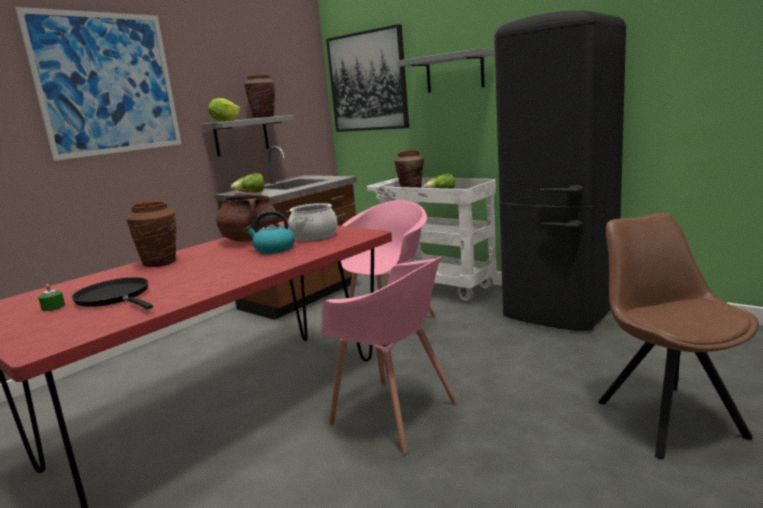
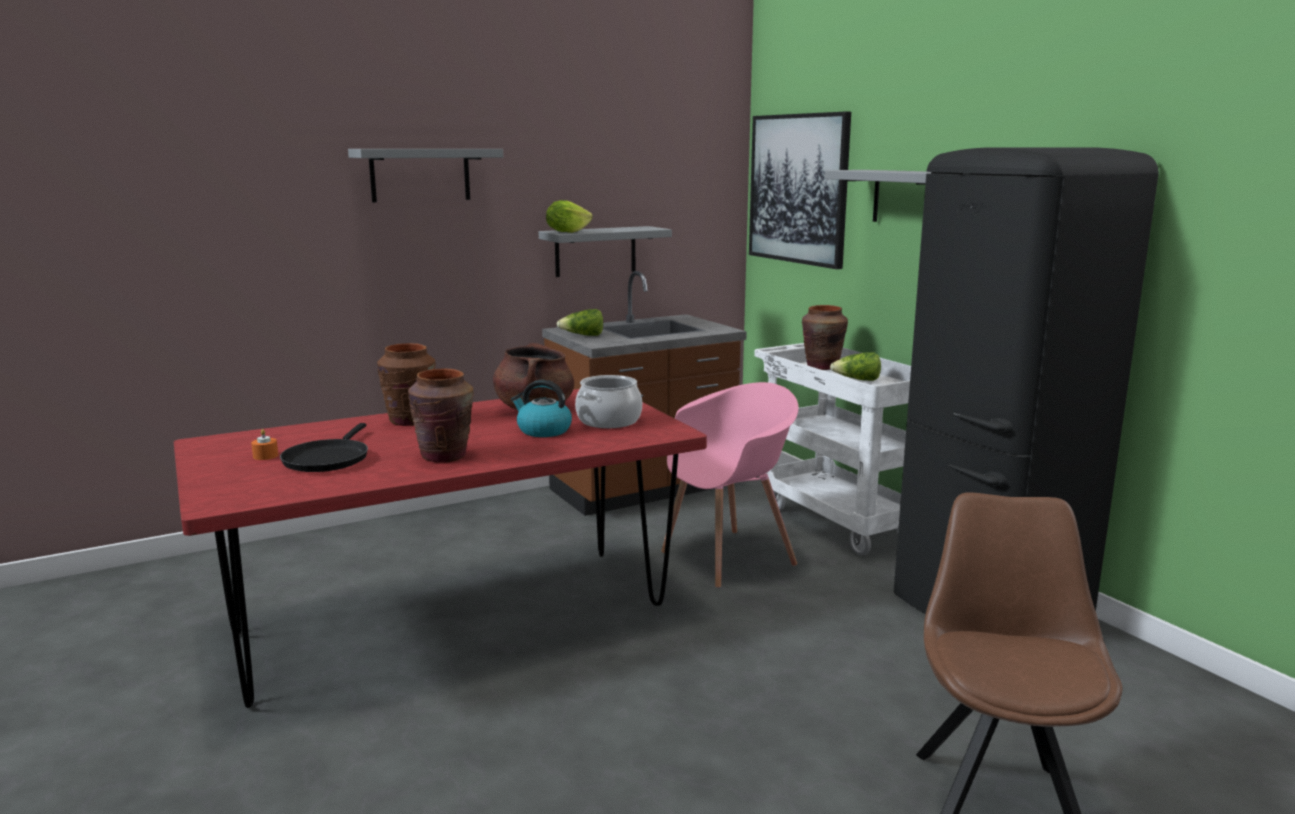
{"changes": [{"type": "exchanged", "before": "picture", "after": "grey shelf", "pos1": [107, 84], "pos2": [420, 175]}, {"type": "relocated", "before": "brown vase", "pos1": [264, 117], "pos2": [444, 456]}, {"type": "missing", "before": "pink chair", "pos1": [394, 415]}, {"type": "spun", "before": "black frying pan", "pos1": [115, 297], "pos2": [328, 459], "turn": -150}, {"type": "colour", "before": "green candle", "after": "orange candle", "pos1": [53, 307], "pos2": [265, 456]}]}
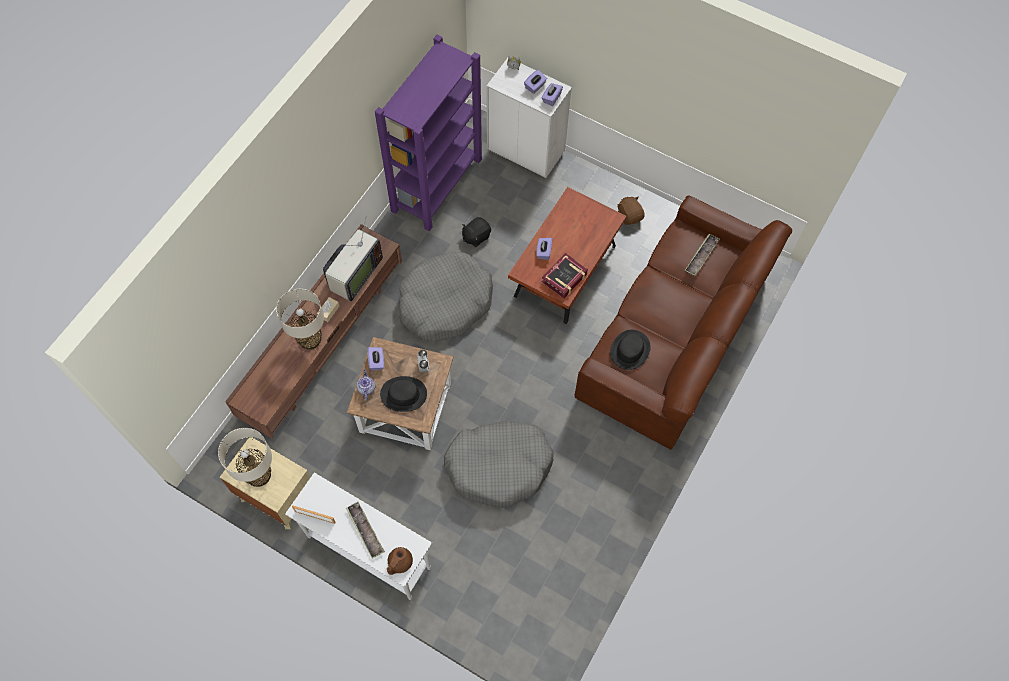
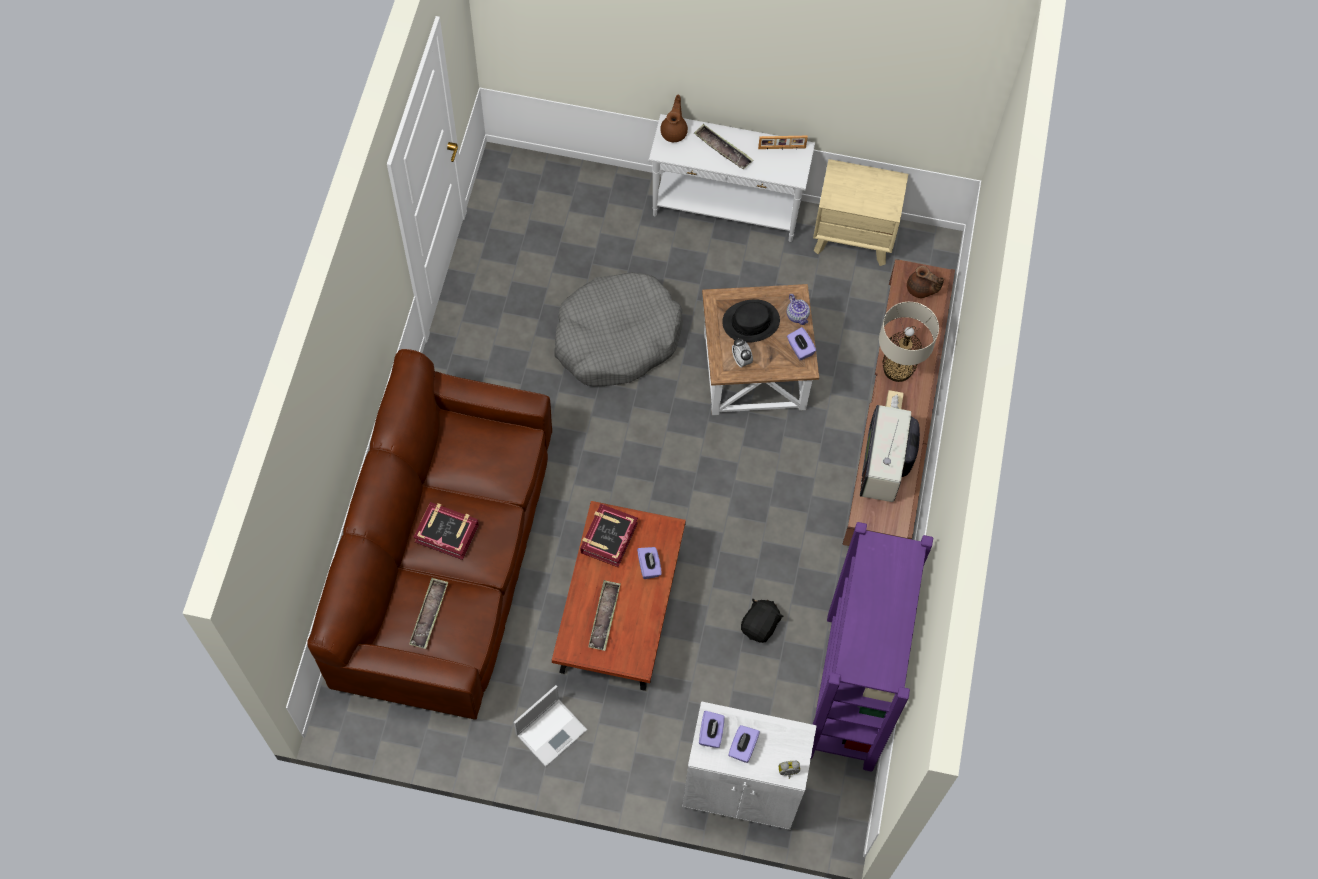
{"changes": [{"type": "exchanged", "before": "brown plush toy", "after": "laptop", "pos1": [629, 216], "pos2": [552, 731]}, {"type": "missing", "before": "grey dog bed", "pos1": [445, 303]}, {"type": "missing", "before": "black hat", "pos1": [629, 350]}, {"type": "missing", "before": "table lamp", "pos1": [258, 475]}, {"type": "appeared", "after": "brown teapot", "pos2": [921, 289]}, {"type": "appeared", "after": "book", "pos2": [447, 533]}, {"type": "appeared", "after": "tray", "pos2": [604, 617]}]}
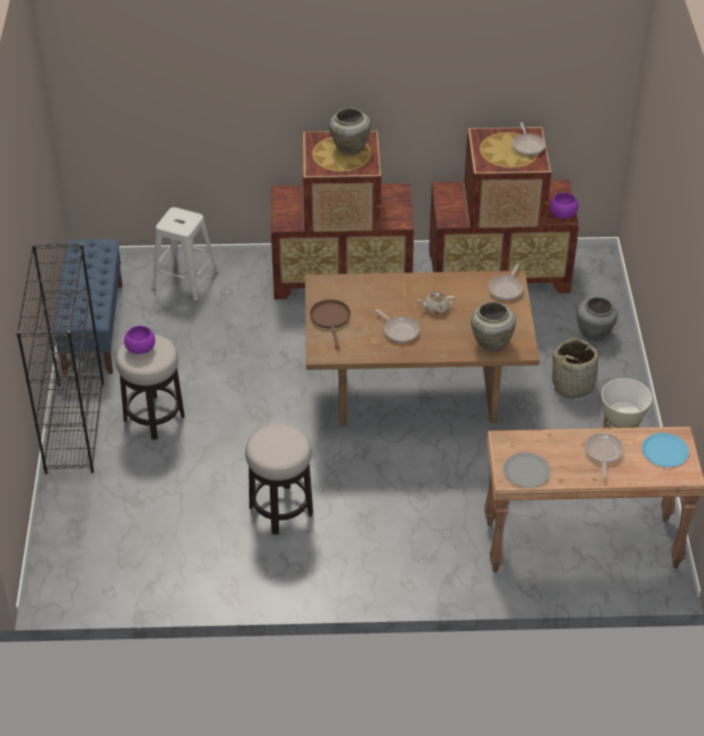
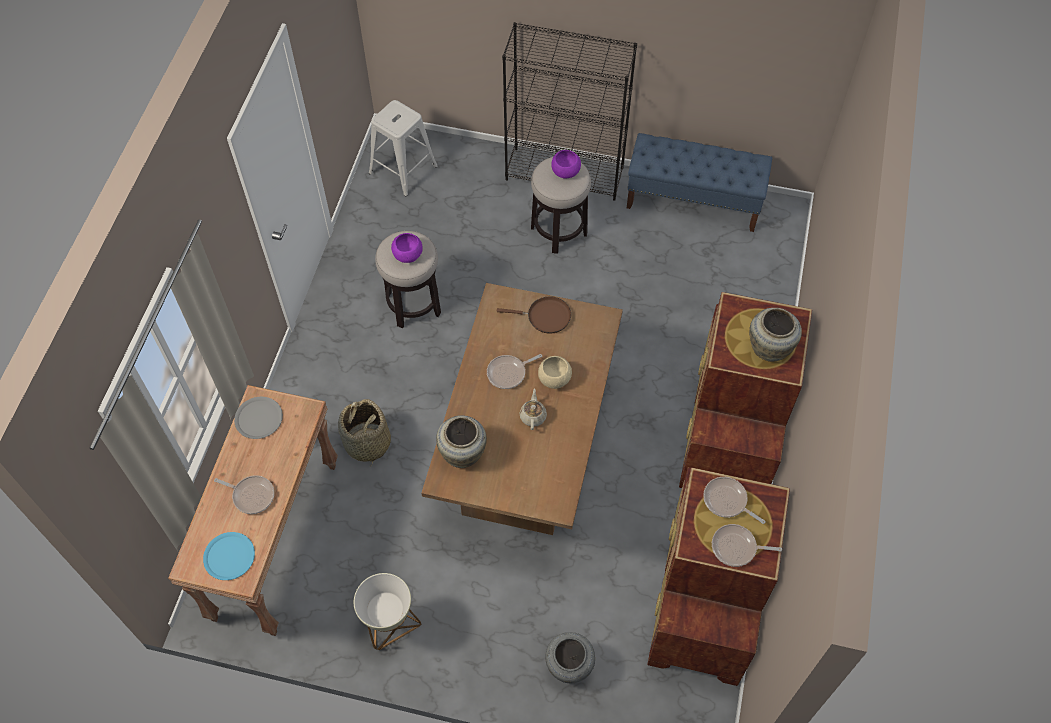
{"changes": [{"type": "relocated", "before": "purple bowl", "pos1": [563, 214], "pos2": [408, 255]}, {"type": "relocated", "before": "white stool", "pos1": [185, 280], "pos2": [403, 169]}, {"type": "relocated", "before": "frying pan", "pos1": [506, 289], "pos2": [727, 501]}, {"type": "relocated", "before": "basket", "pos1": [573, 384], "pos2": [367, 443]}, {"type": "appeared", "after": "beige bowl", "pos2": [554, 378]}]}
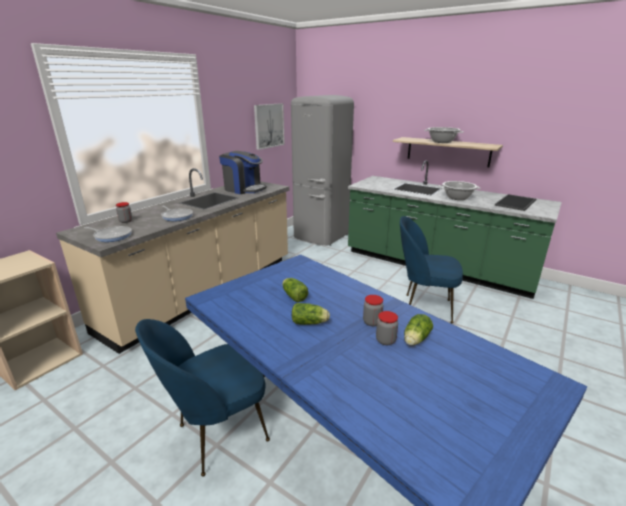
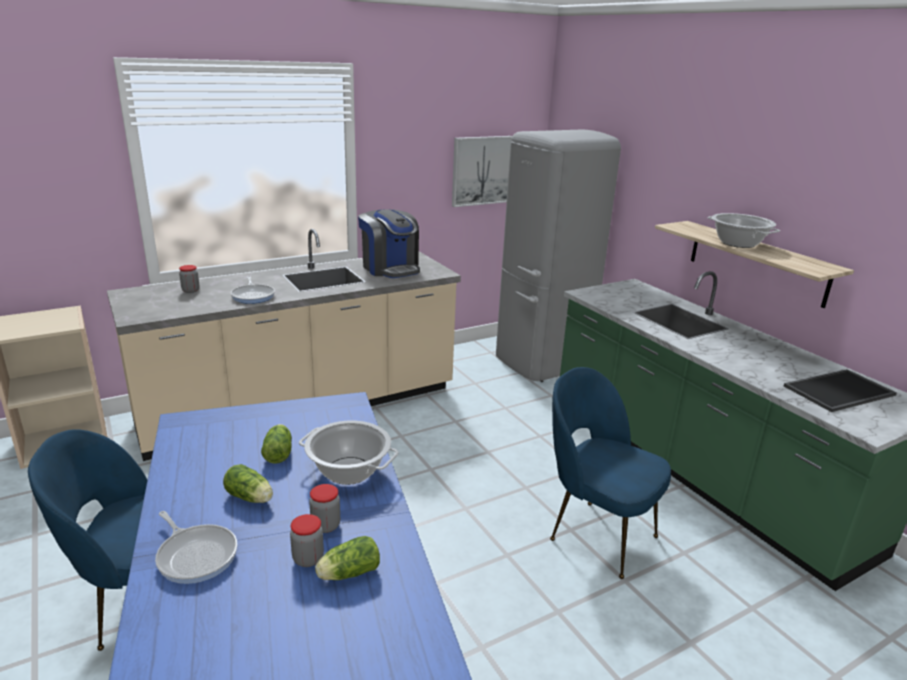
{"changes": [{"type": "relocated", "before": "cooking pot", "pos1": [457, 197], "pos2": [349, 471]}, {"type": "relocated", "before": "frying pan", "pos1": [112, 236], "pos2": [196, 555]}]}
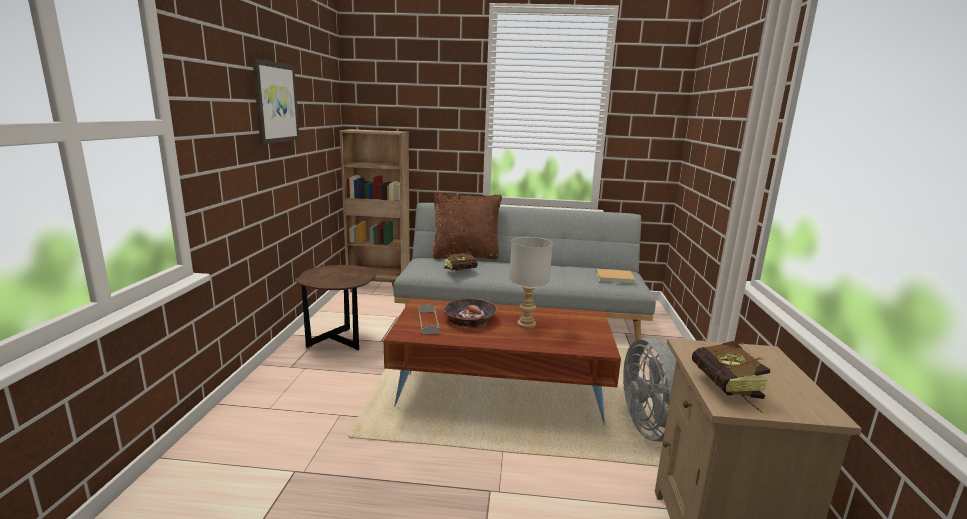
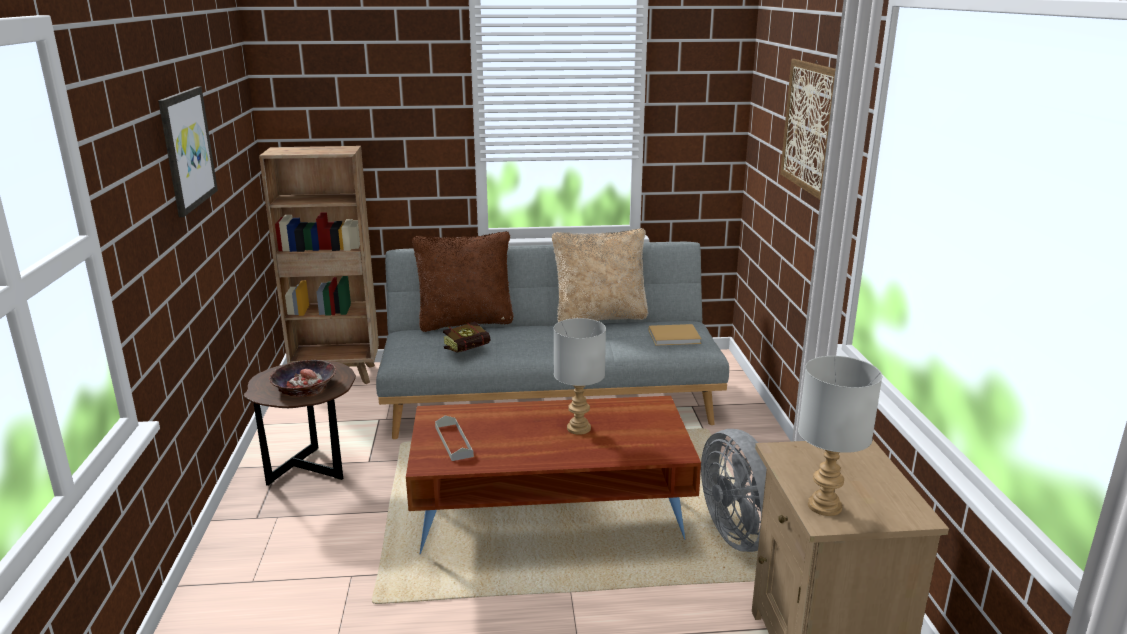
{"changes": [{"type": "relocated", "before": "bowl", "pos1": [469, 319], "pos2": [304, 386]}, {"type": "exchanged", "before": "book", "after": "grey table lamp", "pos1": [729, 392], "pos2": [825, 505]}, {"type": "appeared", "after": "picture", "pos2": [810, 125]}, {"type": "appeared", "after": "beige pillow", "pos2": [601, 319]}]}
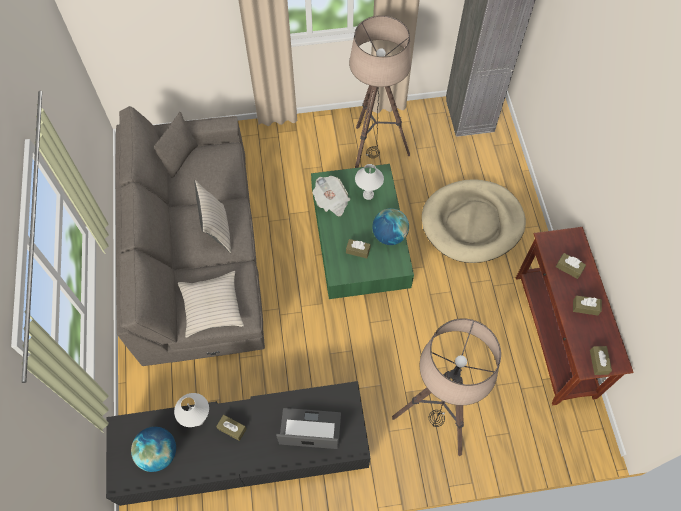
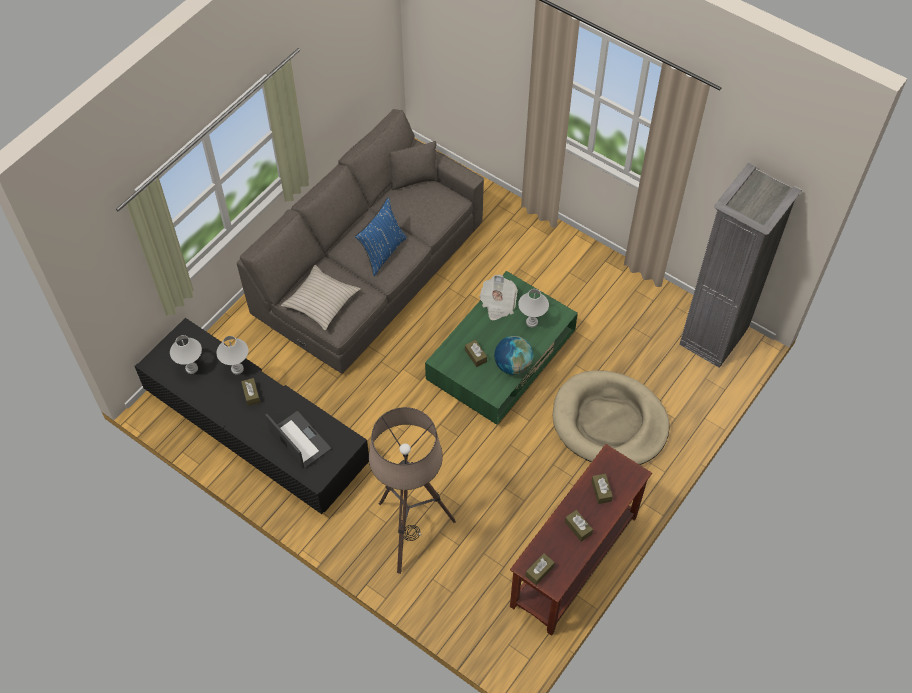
{"changes": [{"type": "missing", "before": "floor lamp", "pos1": [373, 153]}, {"type": "colour", "before": "beige pillow", "after": "blue pillow", "pos1": [217, 230], "pos2": [382, 252]}, {"type": "exchanged", "before": "globe", "after": "white table lamp", "pos1": [158, 453], "pos2": [191, 368]}]}
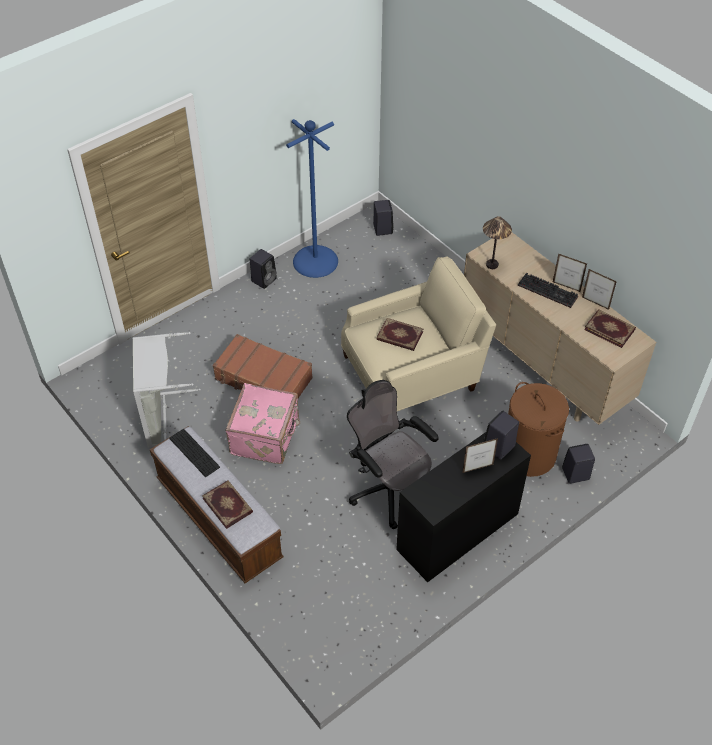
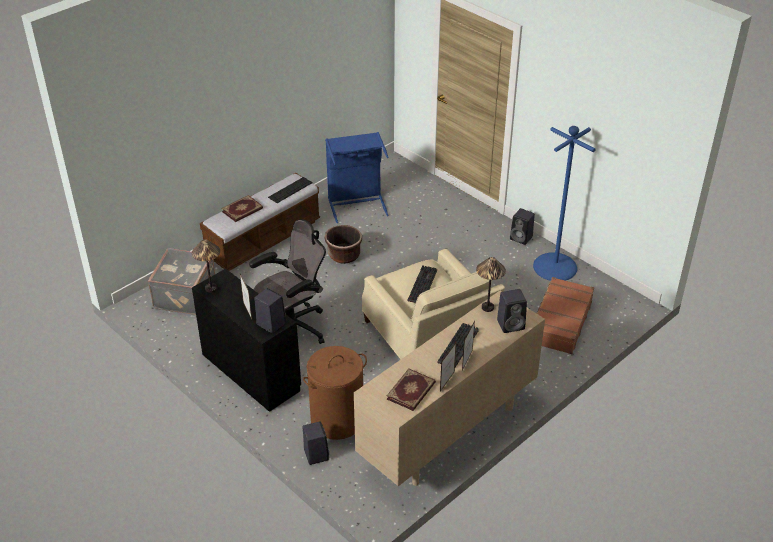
{"changes": [{"type": "relocated", "before": "black speaker", "pos1": [382, 228], "pos2": [511, 324]}, {"type": "exchanged", "before": "book", "after": "keyboard", "pos1": [399, 336], "pos2": [421, 285]}, {"type": "colour", "before": "grey laundry basket", "after": "blue laundry basket", "pos1": [165, 419], "pos2": [356, 203]}, {"type": "relocated", "before": "brown suitcase", "pos1": [263, 379], "pos2": [560, 322]}, {"type": "exchanged", "before": "pink suitcase", "after": "brown planter", "pos1": [266, 436], "pos2": [344, 255]}, {"type": "appeared", "after": "table lamp", "pos2": [211, 289]}, {"type": "appeared", "after": "grey suitcase", "pos2": [186, 295]}]}
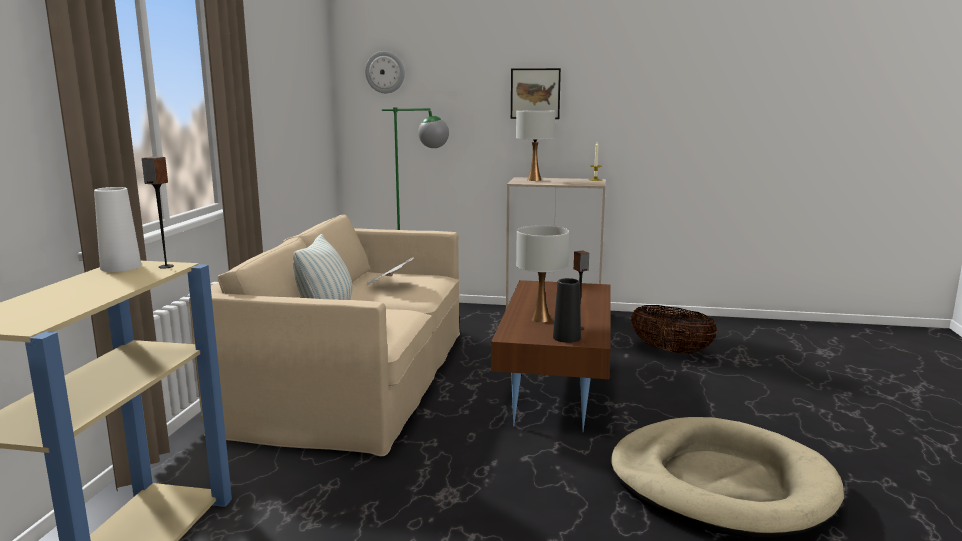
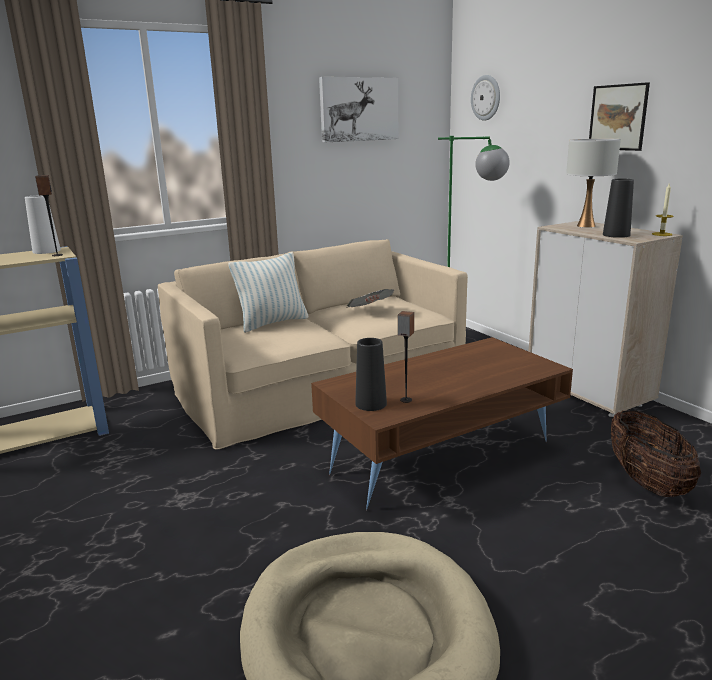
{"changes": [{"type": "missing", "before": "white table lamp", "pos1": [540, 319]}, {"type": "appeared", "after": "picture", "pos2": [359, 109]}, {"type": "appeared", "after": "black vase", "pos2": [616, 235]}]}
